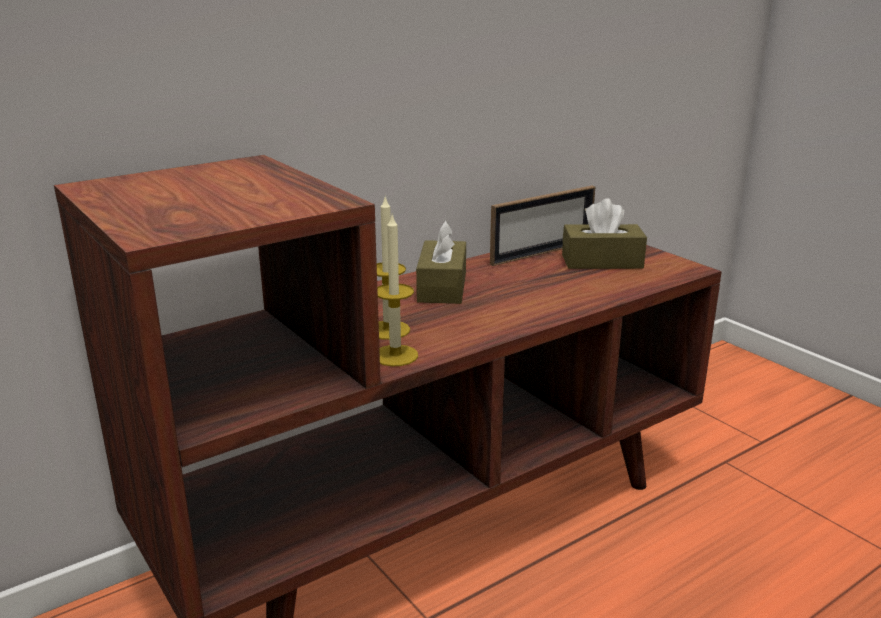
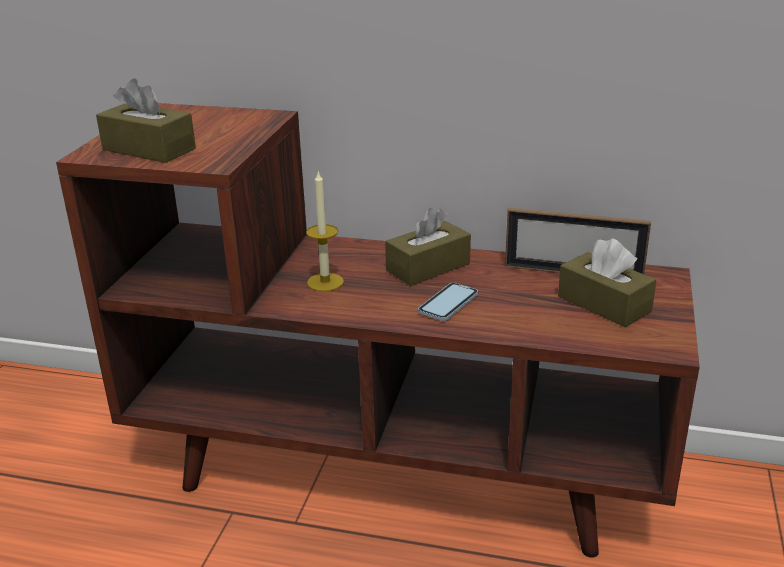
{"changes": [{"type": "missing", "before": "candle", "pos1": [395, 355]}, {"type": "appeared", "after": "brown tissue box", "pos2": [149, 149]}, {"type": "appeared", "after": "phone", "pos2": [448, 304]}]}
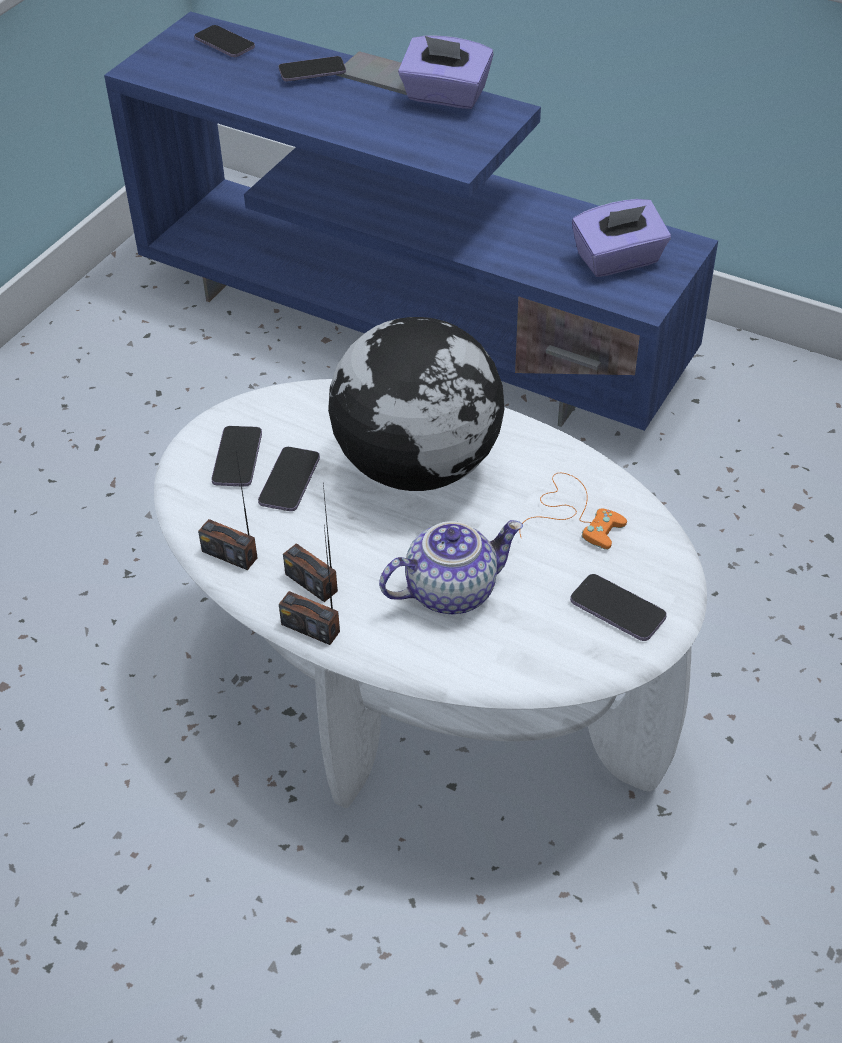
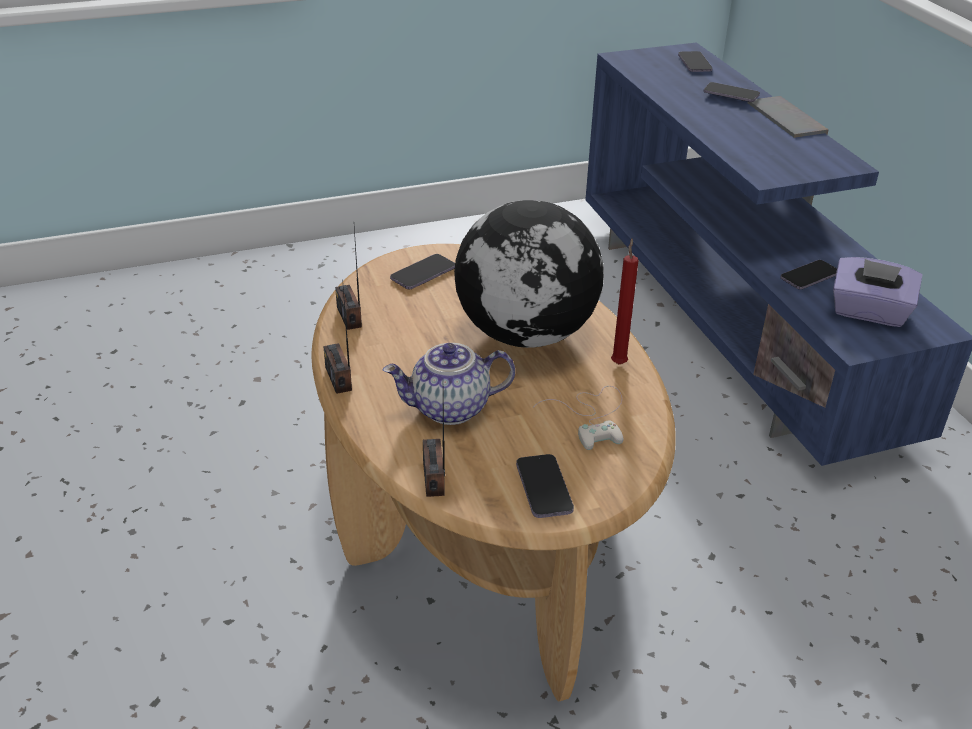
{"changes": [{"type": "missing", "before": "purple tissue box", "pos1": [445, 96]}, {"type": "colour", "before": "white coffee table", "after": "brown coffee table", "pos1": [424, 689], "pos2": [482, 532]}, {"type": "relocated", "before": "phone", "pos1": [289, 481], "pos2": [809, 276]}, {"type": "colour", "before": "orange game controller", "after": "white game controller", "pos1": [573, 514], "pos2": [592, 417]}, {"type": "relocated", "before": "radio", "pos1": [311, 582], "pos2": [434, 478]}, {"type": "spun", "before": "teapot", "pos1": [451, 589], "pos2": [449, 409], "turn": 150}, {"type": "appeared", "after": "red candle", "pos2": [619, 362]}]}
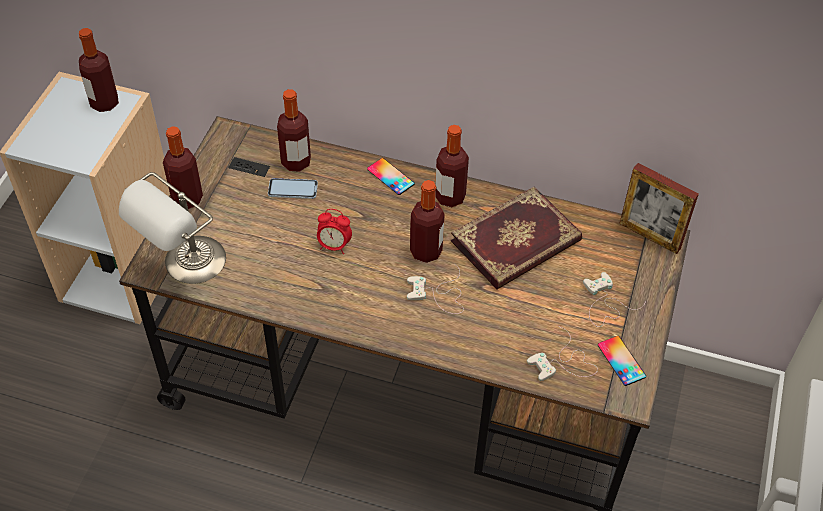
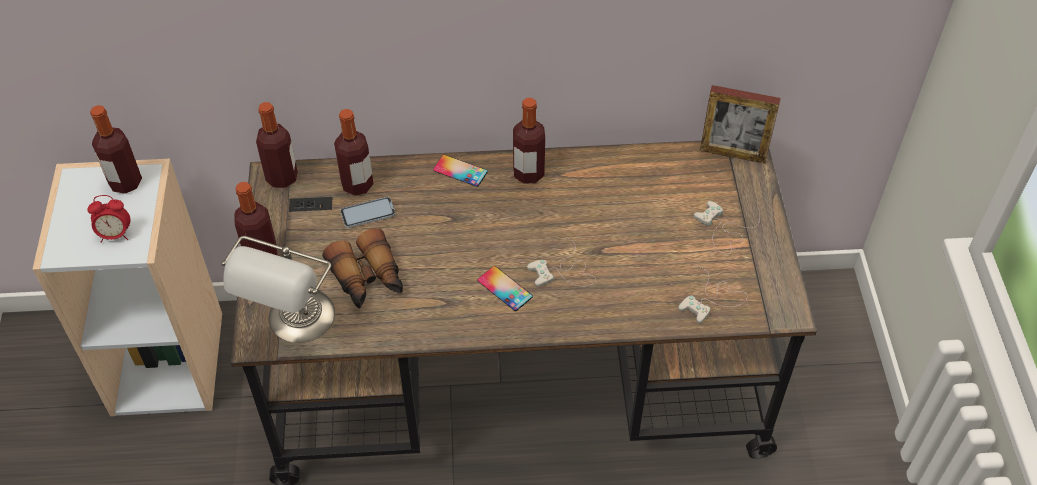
{"changes": [{"type": "relocated", "before": "bottle", "pos1": [426, 251], "pos2": [282, 178]}, {"type": "missing", "before": "book", "pos1": [517, 242]}, {"type": "relocated", "before": "alarm clock", "pos1": [334, 246], "pos2": [115, 235]}, {"type": "relocated", "before": "phone", "pos1": [621, 361], "pos2": [505, 288]}, {"type": "appeared", "after": "binoculars", "pos2": [368, 279]}]}
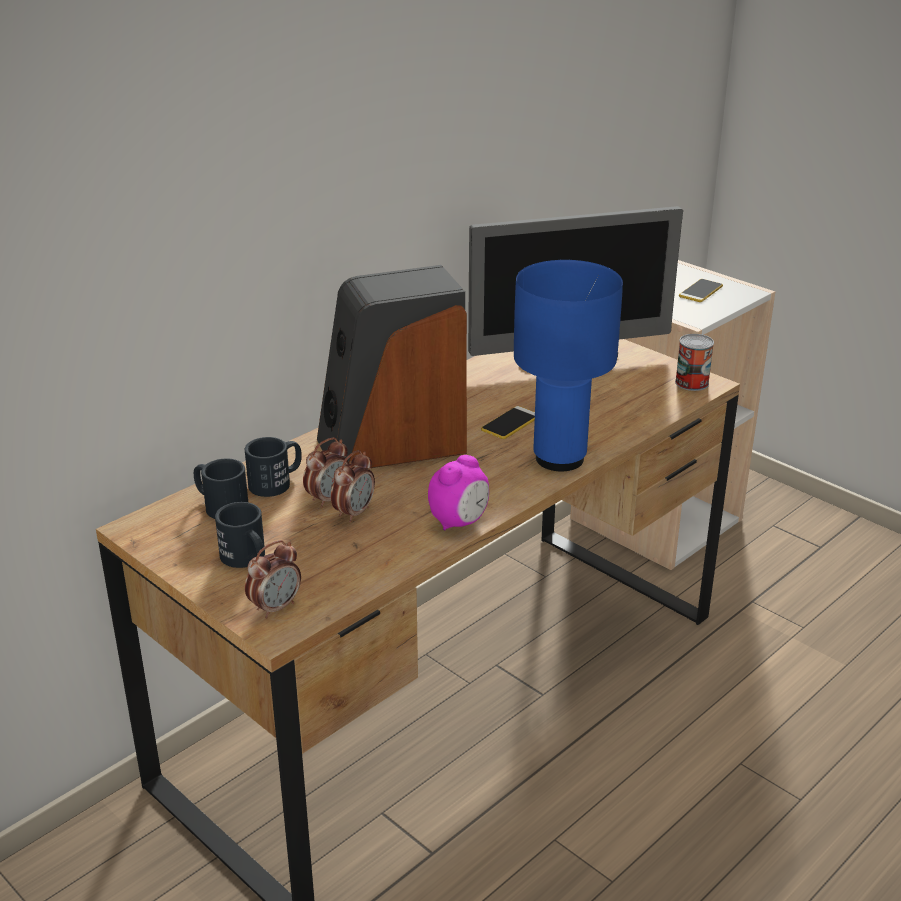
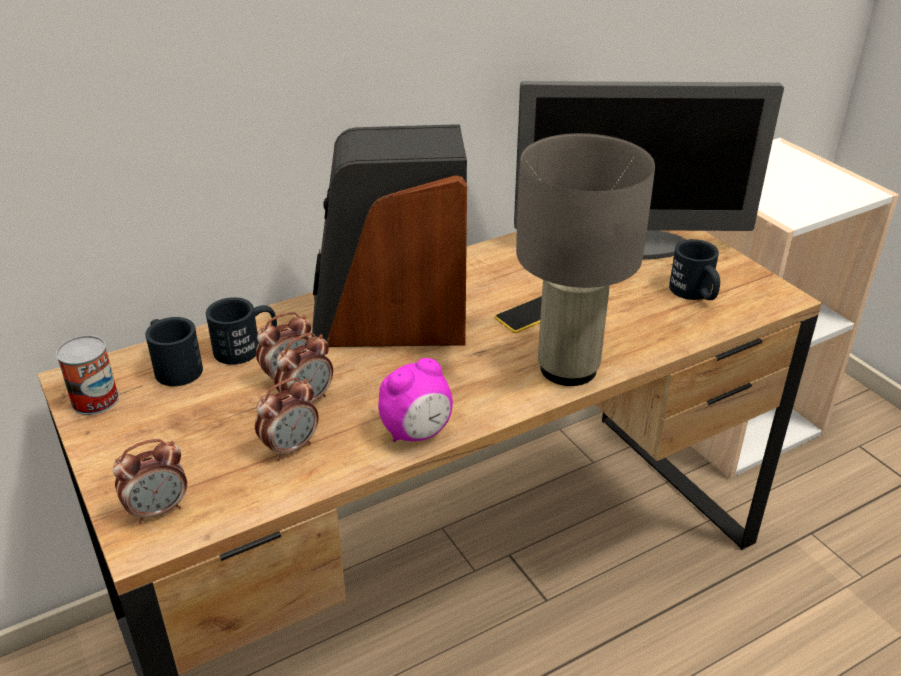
{"changes": [{"type": "colour", "before": "blue table lamp", "after": "grey table lamp", "pos1": [559, 458], "pos2": [568, 367]}, {"type": "missing", "before": "phone", "pos1": [700, 291]}, {"type": "relocated", "before": "can", "pos1": [692, 383], "pos2": [95, 400]}, {"type": "relocated", "before": "black mug", "pos1": [247, 559], "pos2": [695, 293]}, {"type": "appeared", "after": "alarm clock", "pos2": [290, 447]}]}
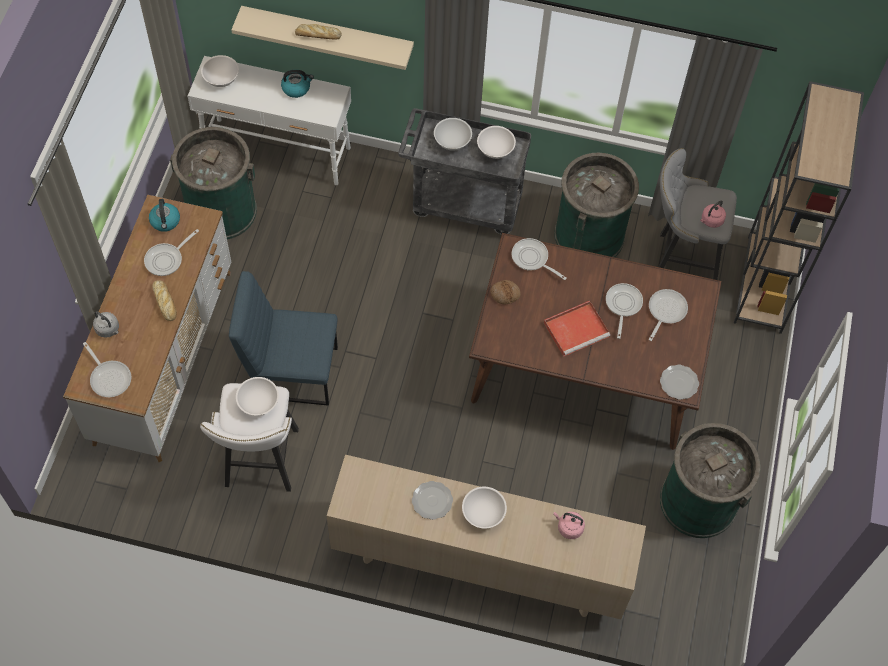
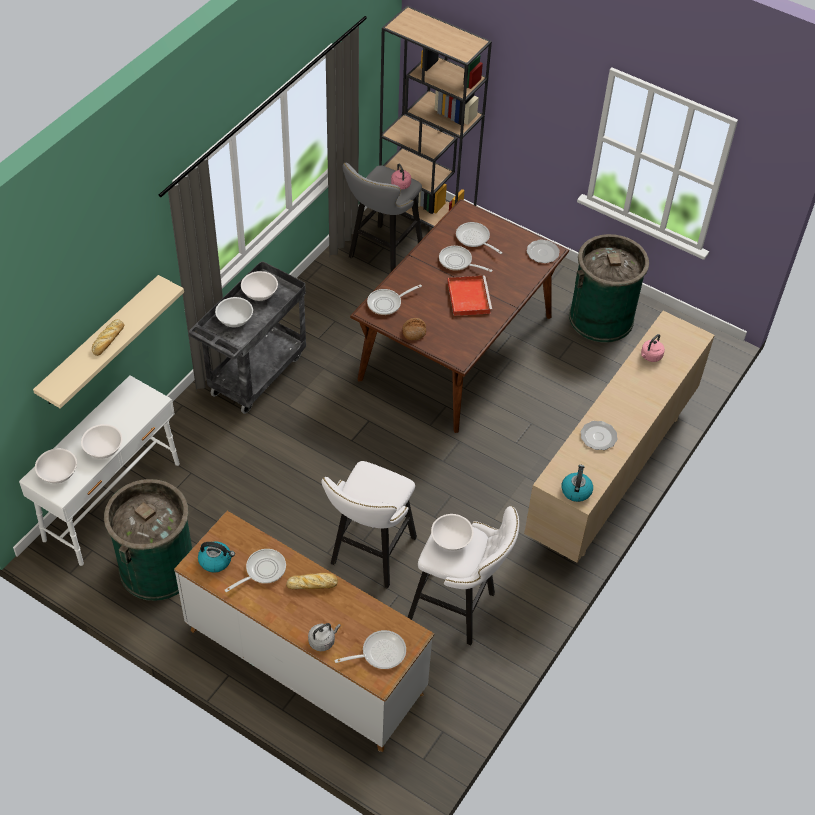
{"changes": [{"type": "relocated", "before": "kettle", "pos1": [296, 88], "pos2": [576, 490]}, {"type": "missing", "before": "green trash can", "pos1": [589, 235]}, {"type": "spun", "before": "frying pan", "pos1": [167, 259], "pos2": [262, 570], "turn": -105}, {"type": "exchanged", "before": "blue chair", "after": "white stool", "pos1": [291, 371], "pos2": [369, 558]}, {"type": "relocated", "before": "white bowl", "pos1": [483, 513], "pos2": [104, 449]}]}
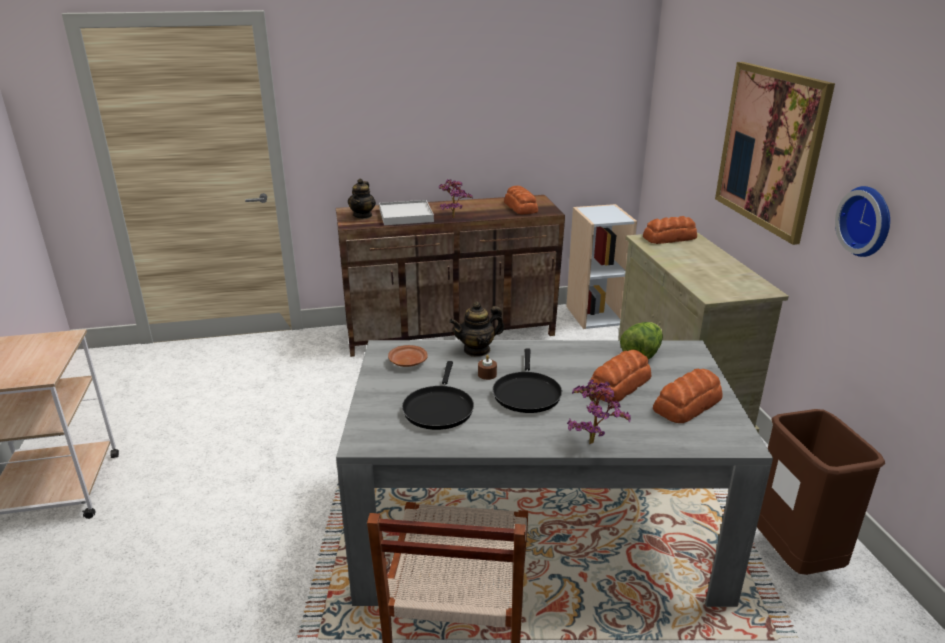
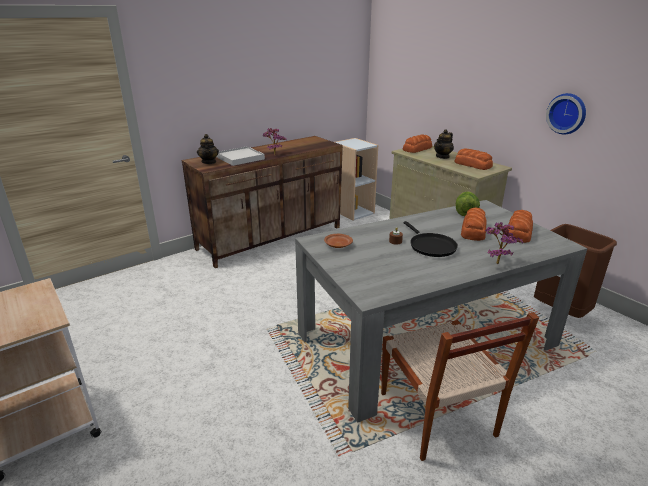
{"changes": [{"type": "missing", "before": "picture", "pos1": [770, 149]}, {"type": "relocated", "before": "bread", "pos1": [520, 207], "pos2": [472, 165]}, {"type": "relocated", "before": "teapot", "pos1": [477, 350], "pos2": [442, 156]}, {"type": "missing", "before": "black frying pan", "pos1": [439, 408]}]}
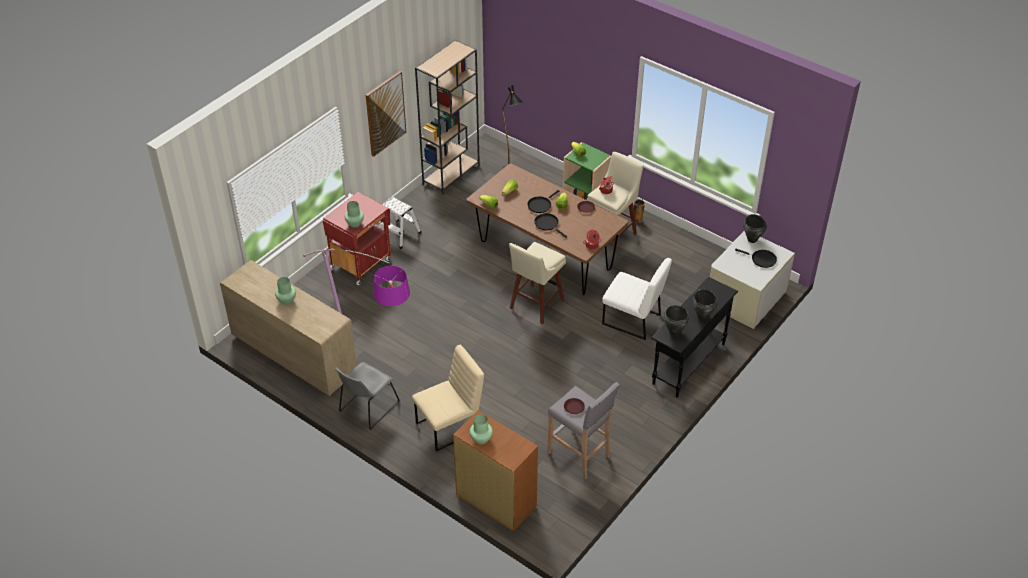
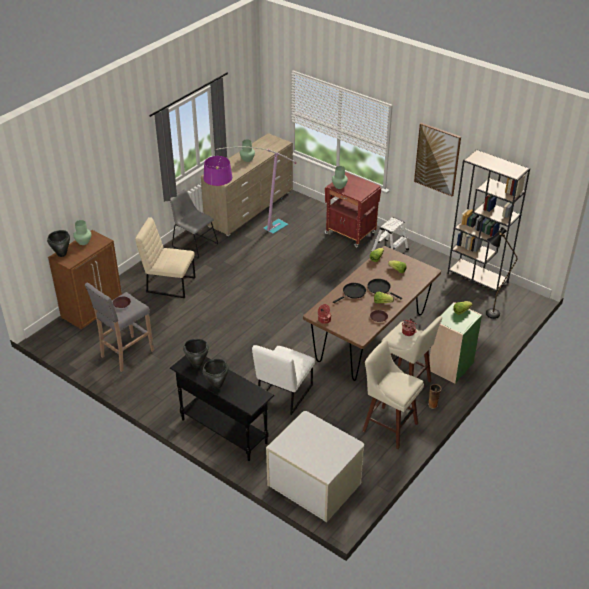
{"changes": [{"type": "relocated", "before": "black cooking pot", "pos1": [752, 239], "pos2": [62, 254]}, {"type": "relocated", "before": "beige stool", "pos1": [535, 305], "pos2": [389, 426]}, {"type": "missing", "before": "black frying pan", "pos1": [761, 259]}, {"type": "spun", "before": "beige chair", "pos1": [450, 426], "pos2": [169, 284], "turn": 135}]}
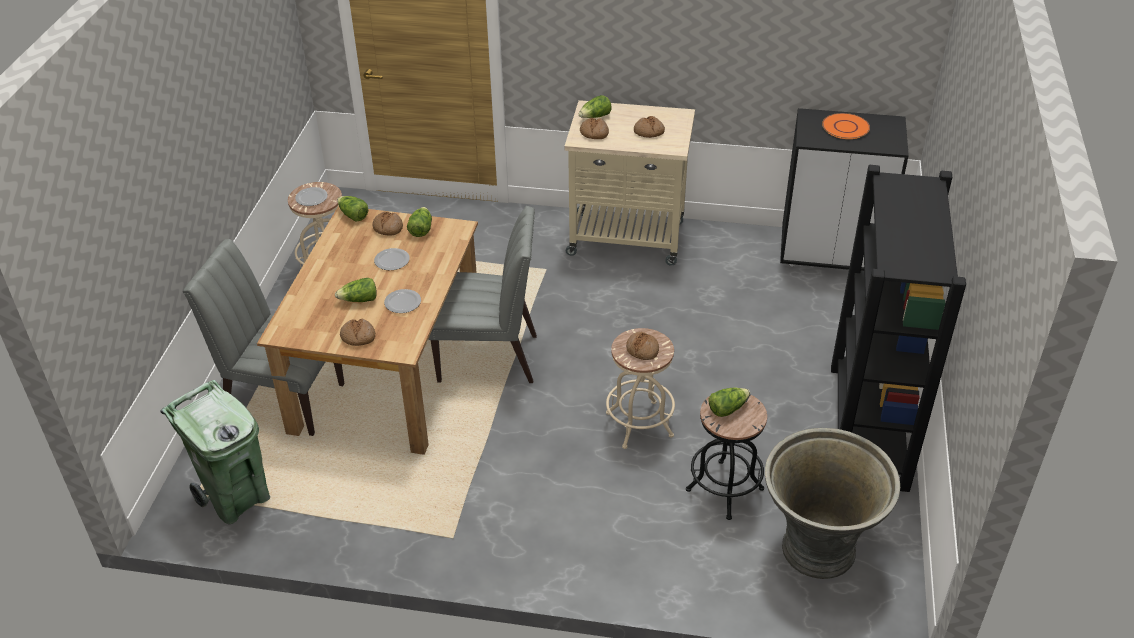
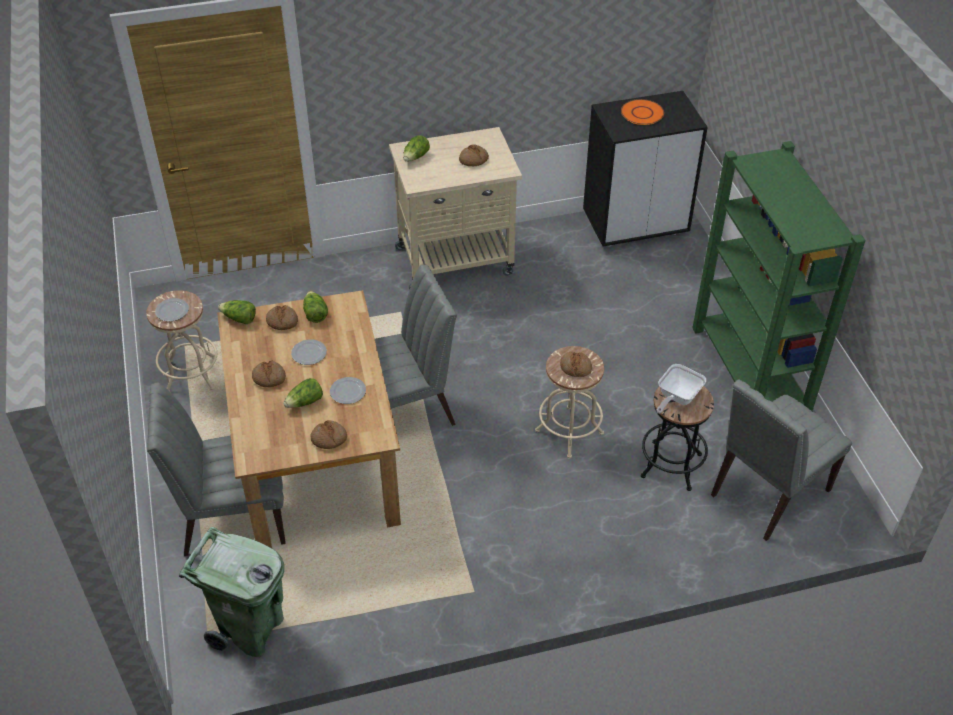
{"changes": [{"type": "relocated", "before": "bread", "pos1": [594, 133], "pos2": [269, 378]}, {"type": "colour", "before": "black bookcase", "after": "green bookcase", "pos1": [868, 426], "pos2": [749, 371]}, {"type": "exchanged", "before": "lettuce", "after": "frying pan", "pos1": [727, 408], "pos2": [676, 398]}, {"type": "exchanged", "before": "grey planter", "after": "grey chair", "pos1": [816, 550], "pos2": [770, 492]}]}
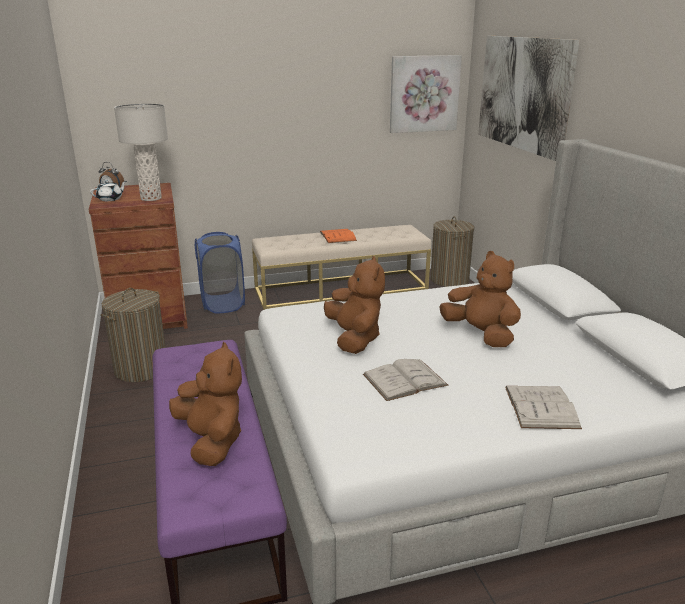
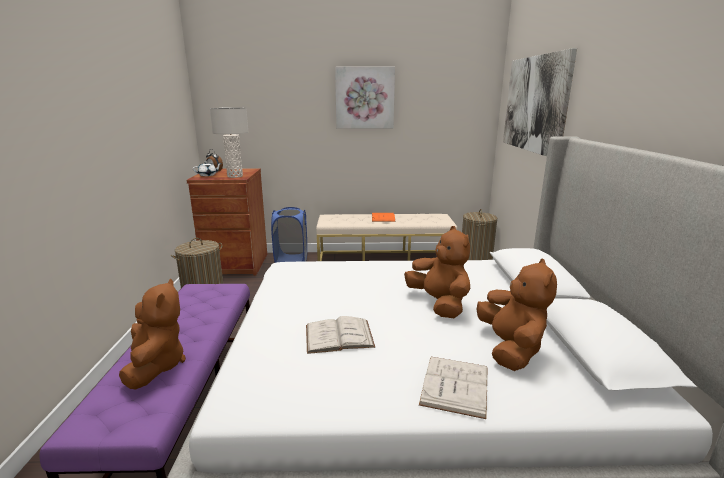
{"changes": [{"type": "relocated", "before": "picture", "pos1": [424, 94], "pos2": [364, 98]}, {"type": "relocated", "before": "brown plush toy", "pos1": [354, 339], "pos2": [510, 349]}]}
